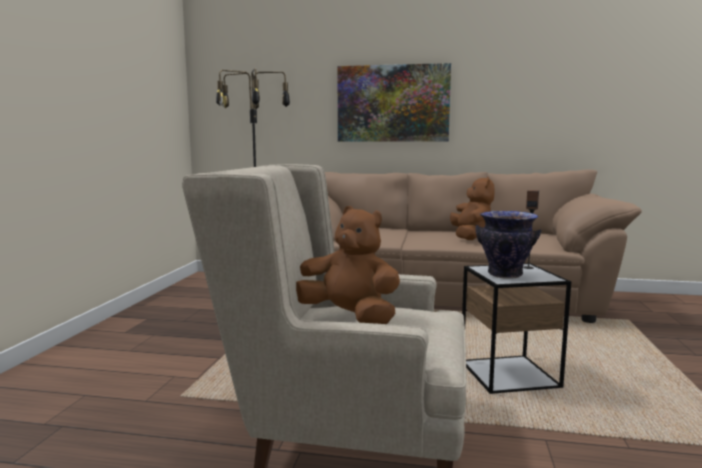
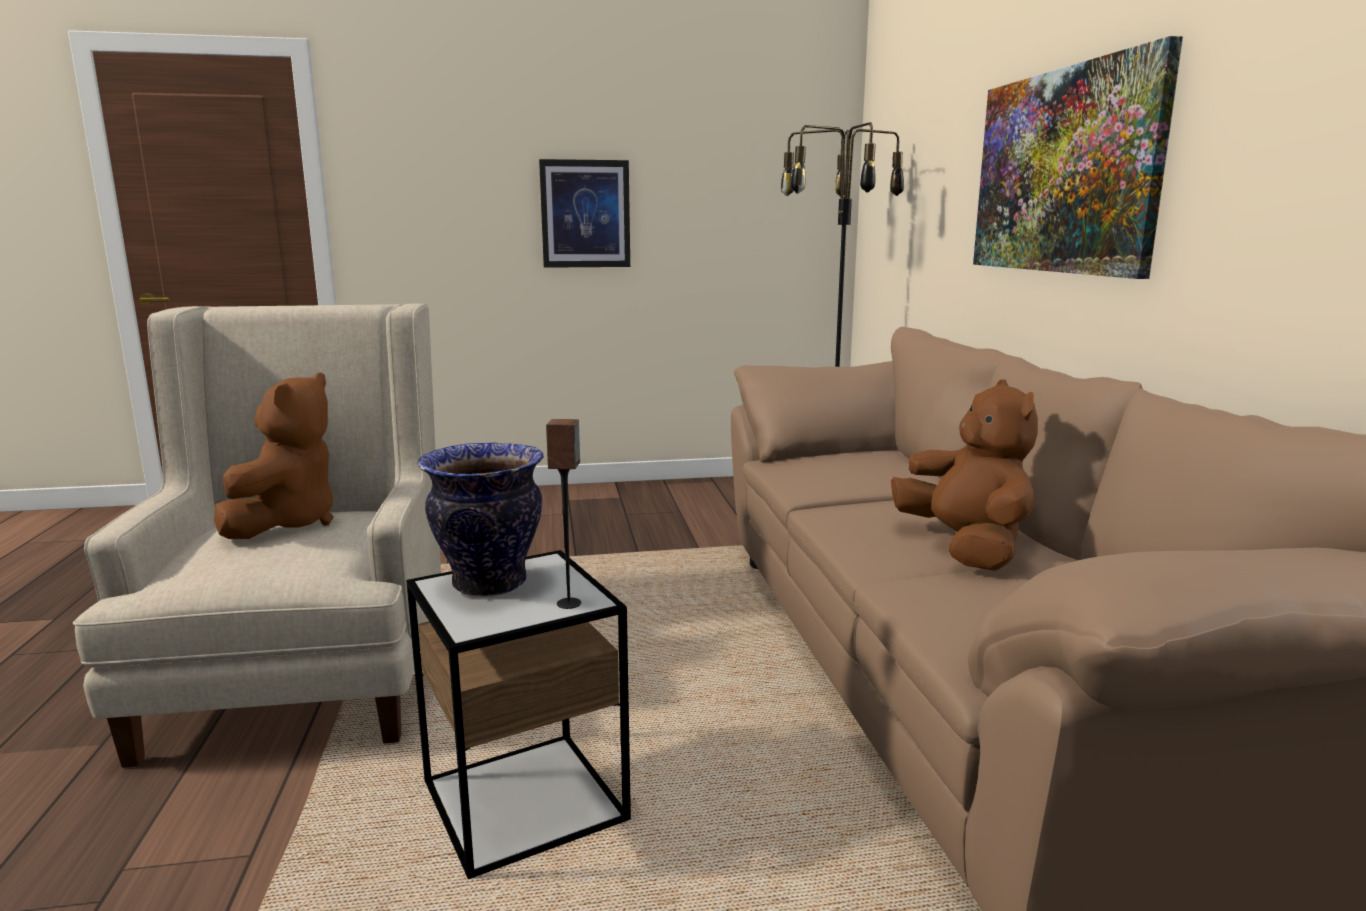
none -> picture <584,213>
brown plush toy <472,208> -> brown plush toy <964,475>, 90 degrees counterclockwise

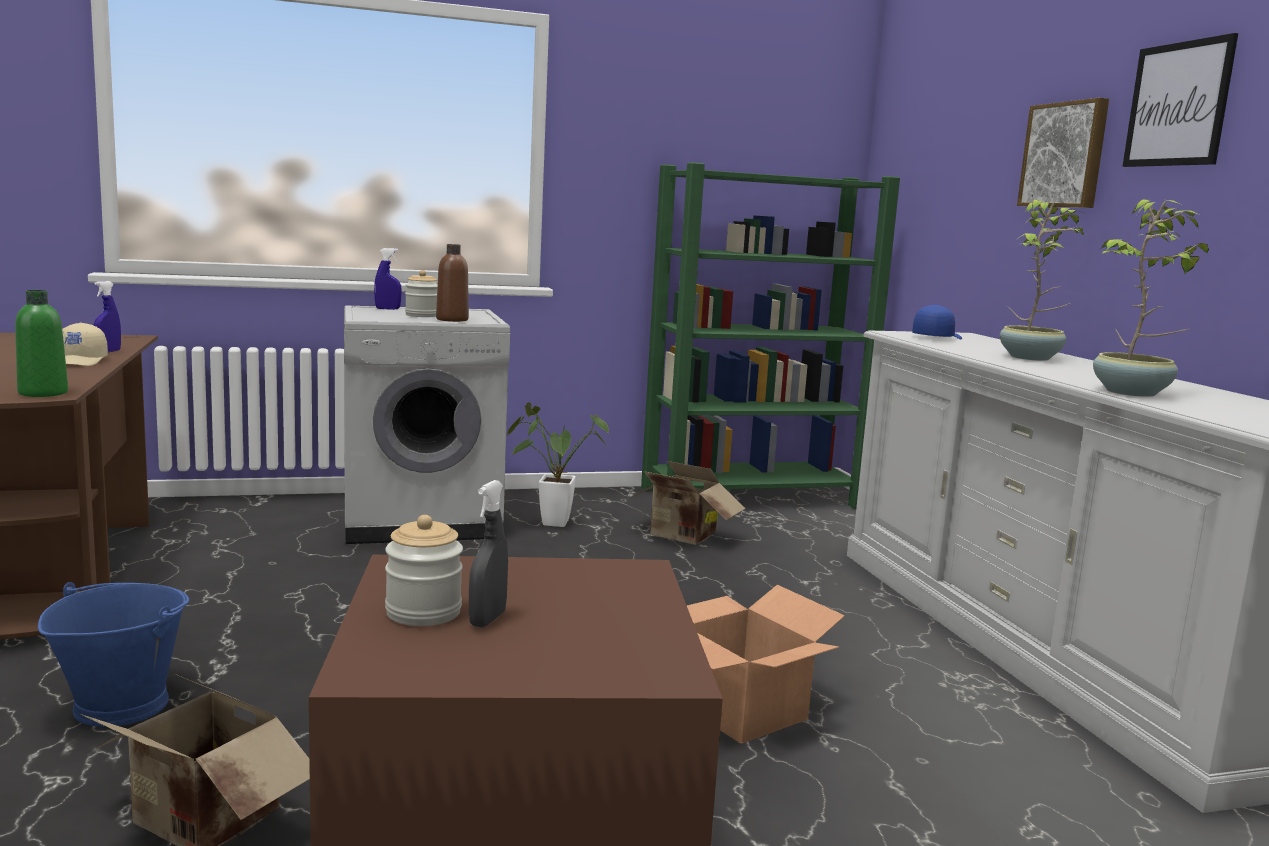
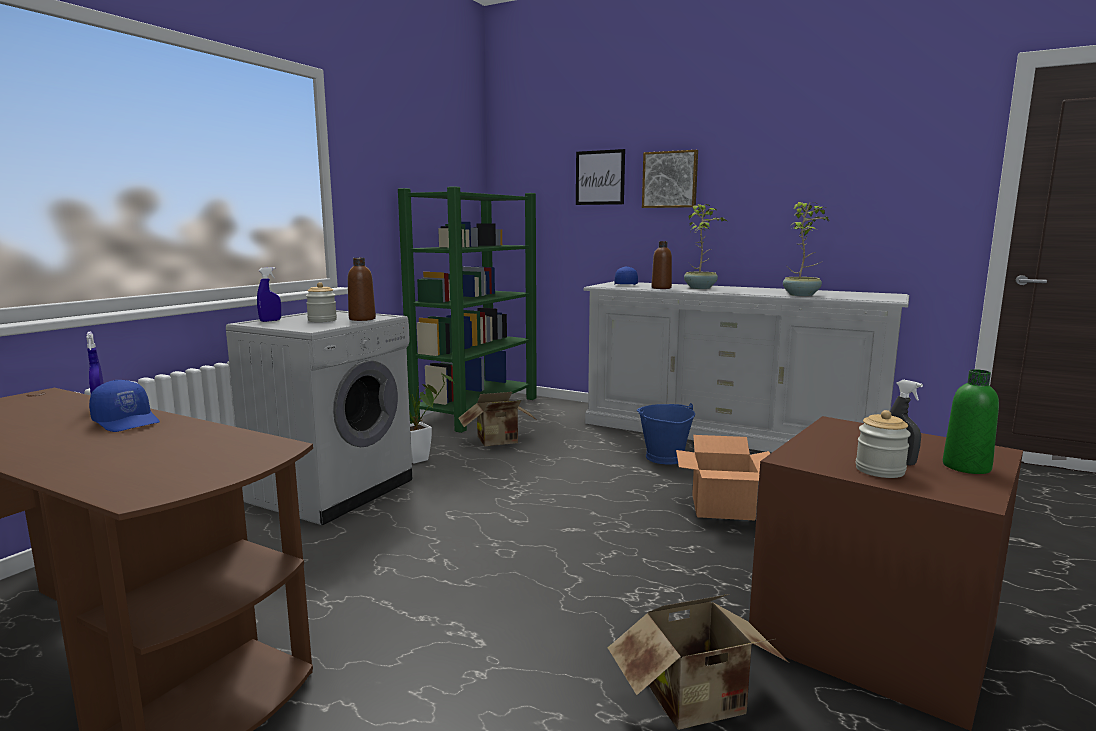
none -> brown bottle <661,265>
green bottle <41,343> -> green bottle <971,421>, relocated
blue bucket <113,654> -> blue bucket <666,433>, relocated
picture <1180,100> -> picture <600,177>, relocated
beige cap <85,344> -> blue cap <124,406>

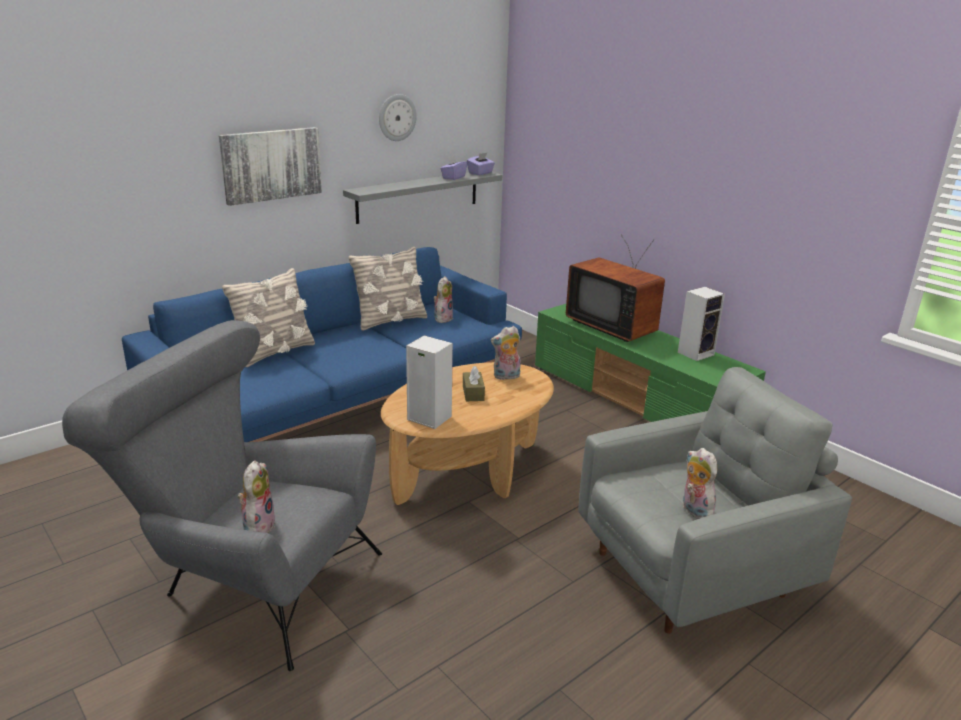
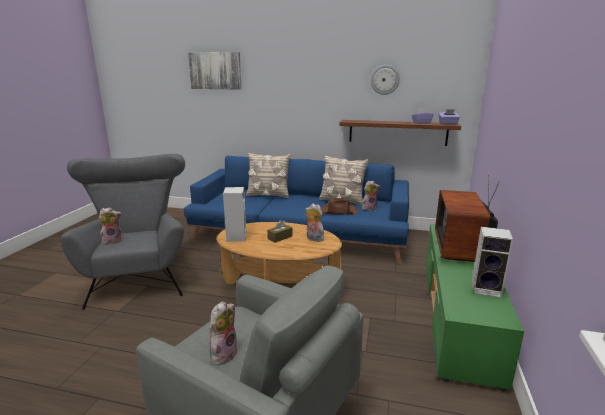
none -> brown hat <339,206>
picture <270,166> -> picture <215,71>, relocated
grey shelf <422,198> -> brown shelf <400,133>

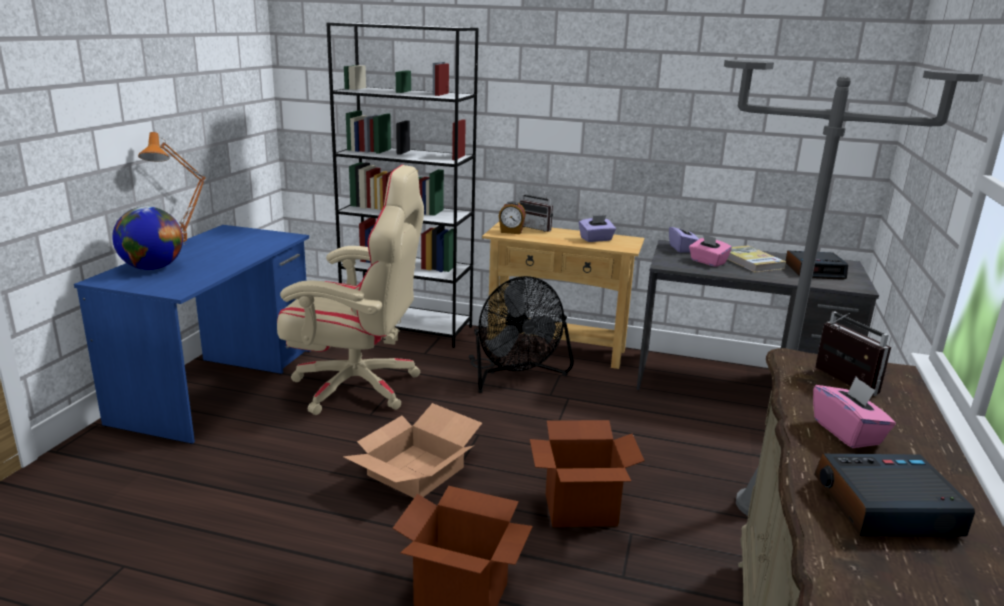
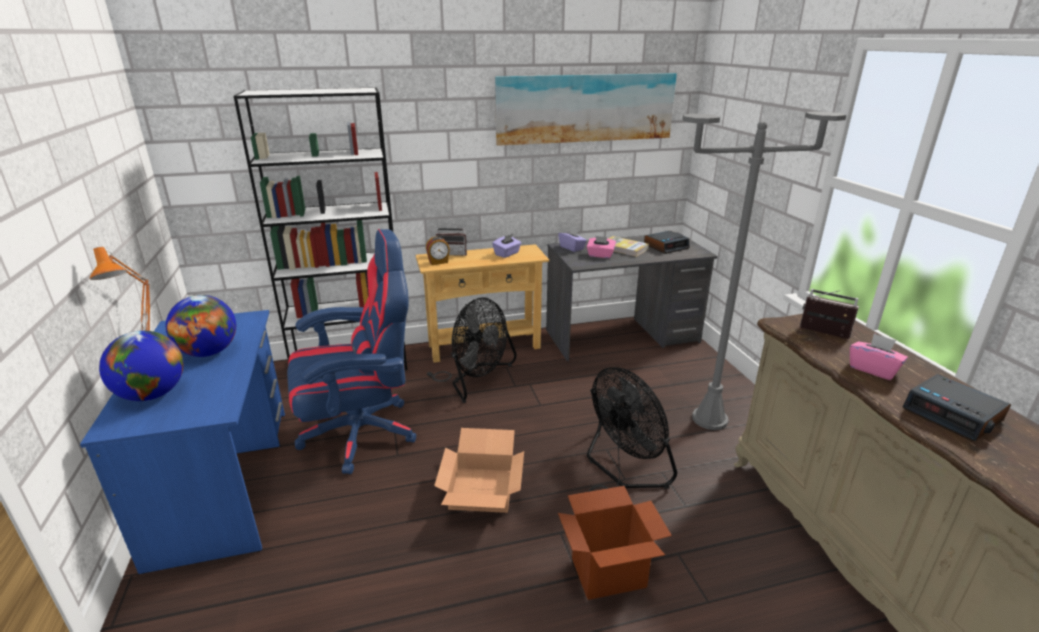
none -> globe <201,326>
none -> picture <586,109>
cardboard box <587,473> -> black fan <632,429>
beige office chair <350,290> -> blue office chair <351,351>
alarm clock <894,495> -> alarm clock <957,407>, 90 degrees counterclockwise

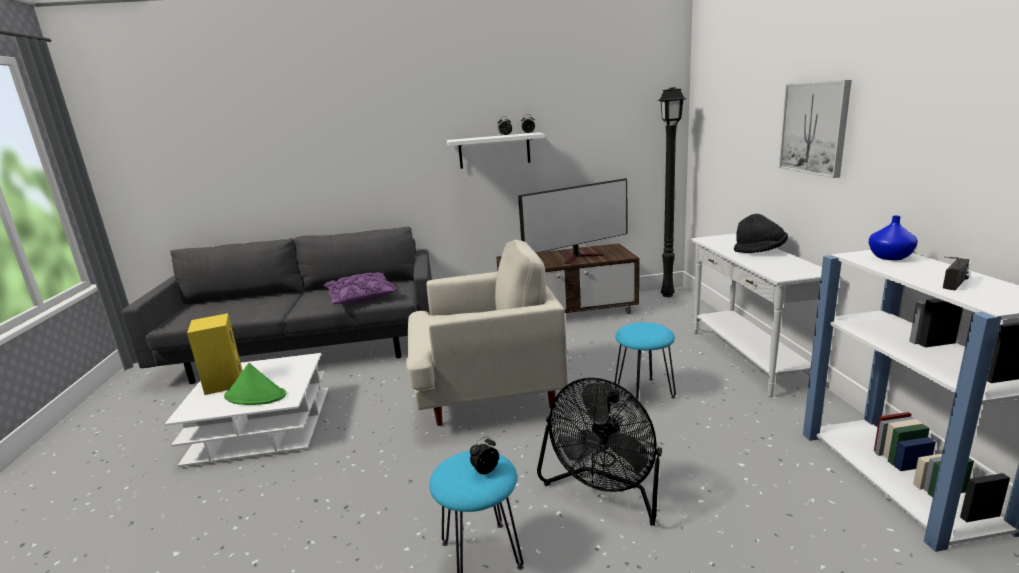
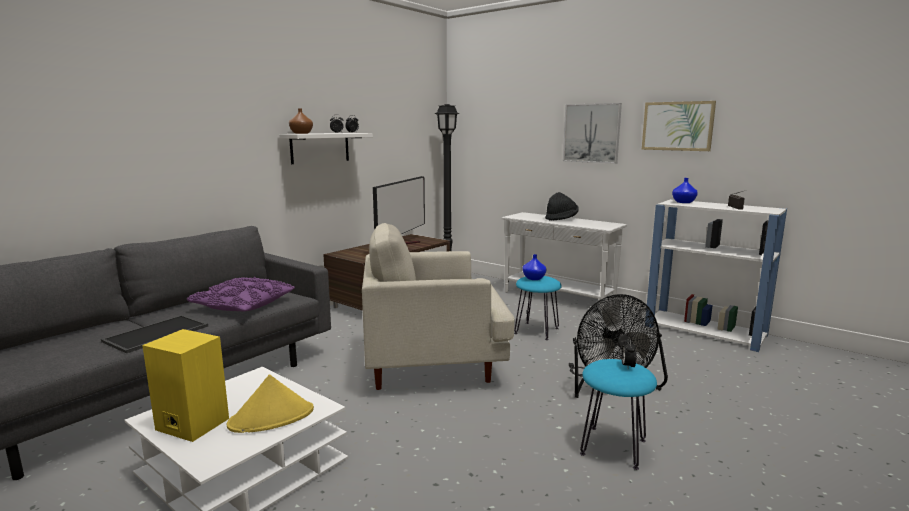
none -> tray <154,334>
none -> brown vase <301,121>
none -> blue vase <534,267>
none -> picture <679,126>
green hat <255,384> -> yellow hat <270,404>
beige armchair <487,333> -> beige armchair <438,306>, 135 degrees counterclockwise

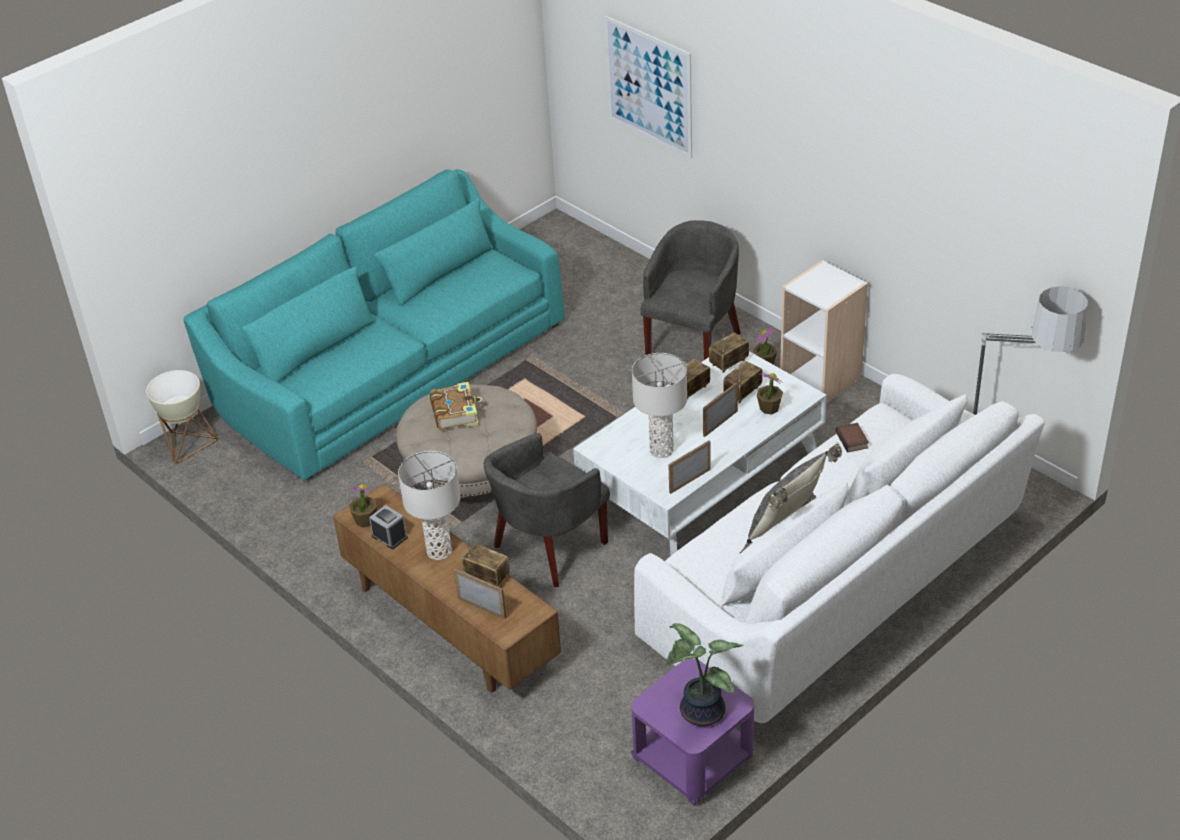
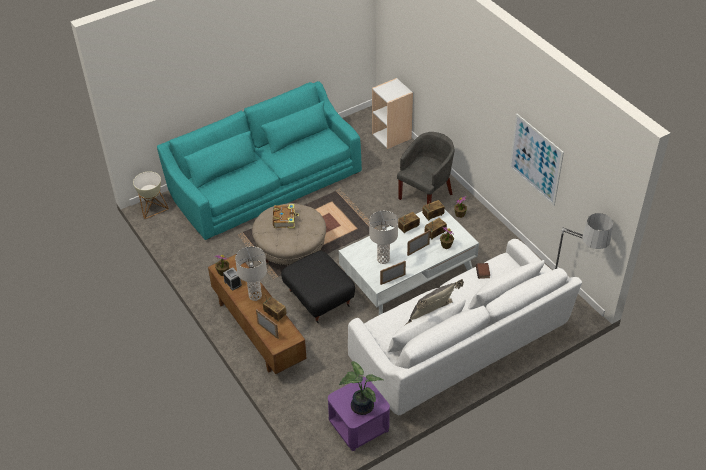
picture <648,87> -> picture <537,160>, relocated
bookcase <824,332> -> bookcase <392,113>, relocated
grey armchair <547,510> -> black ottoman <318,287>

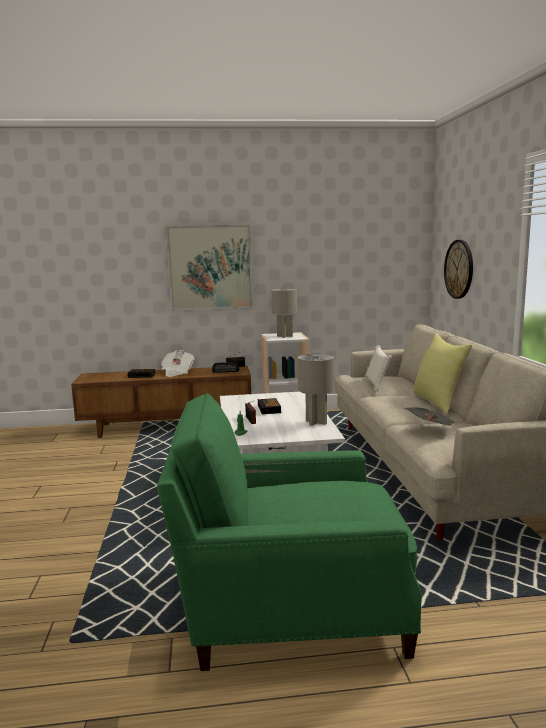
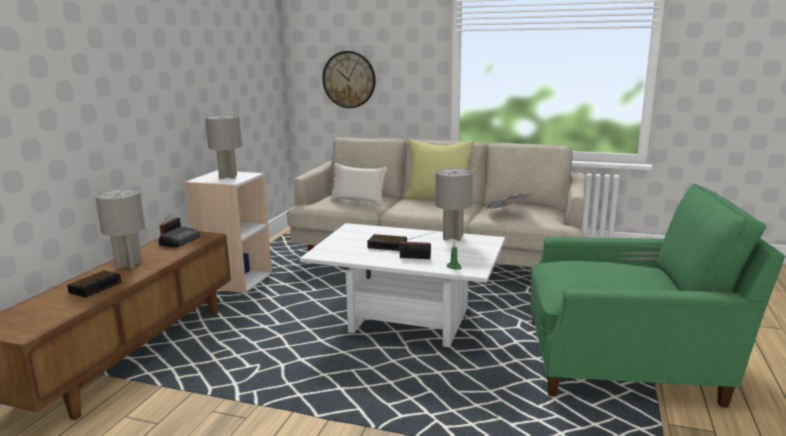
picture <209,267> -> none
newspaper <178,363> -> grey table lamp <120,229>
green armchair <289,532> -> green armchair <657,296>, 105 degrees counterclockwise

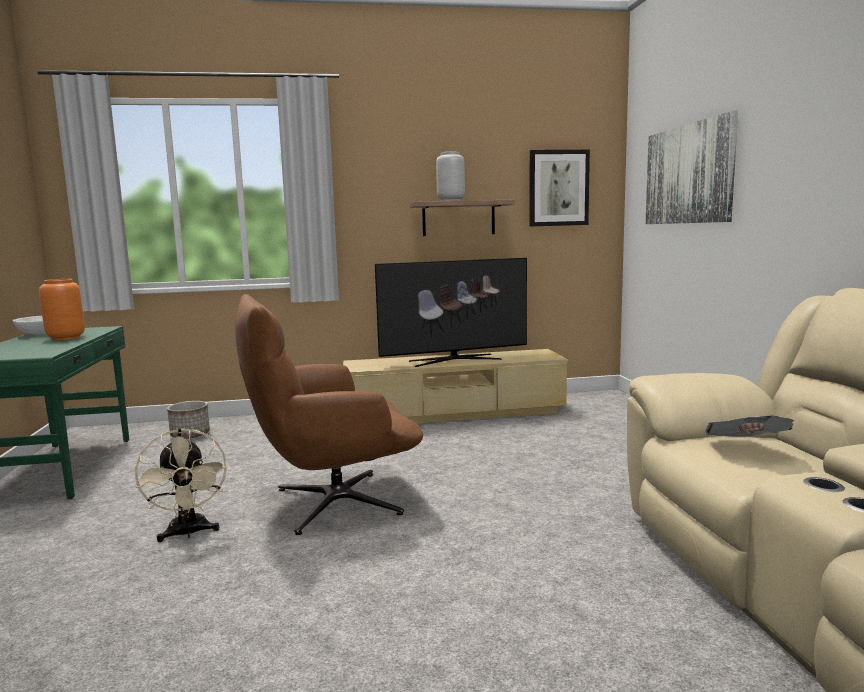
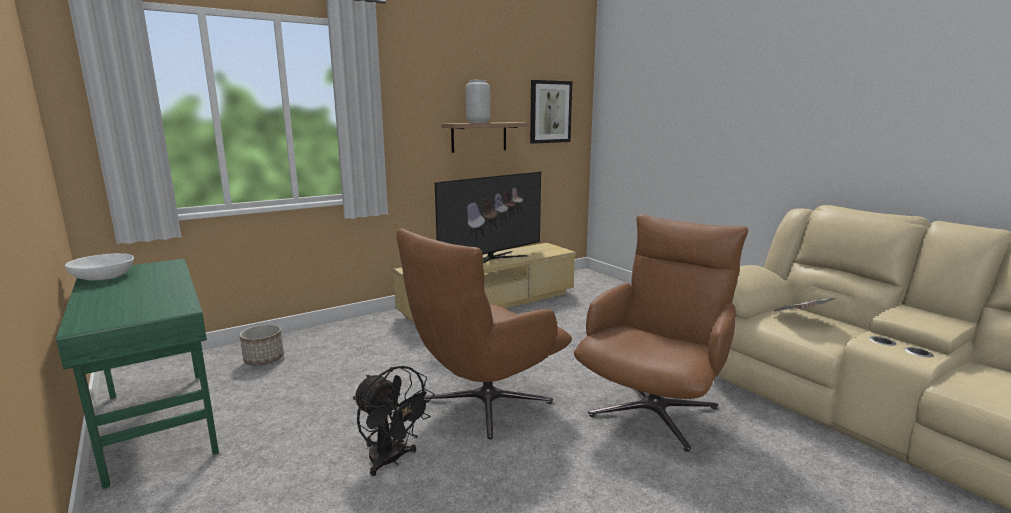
orange vase <62,309> -> none
picture <692,167> -> none
none -> brown armchair <661,333>
beige fan <181,485> -> black fan <393,421>

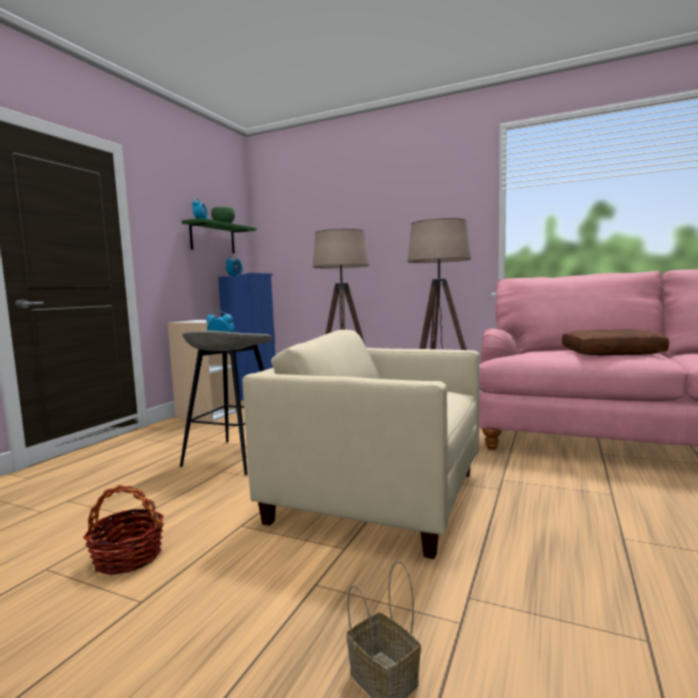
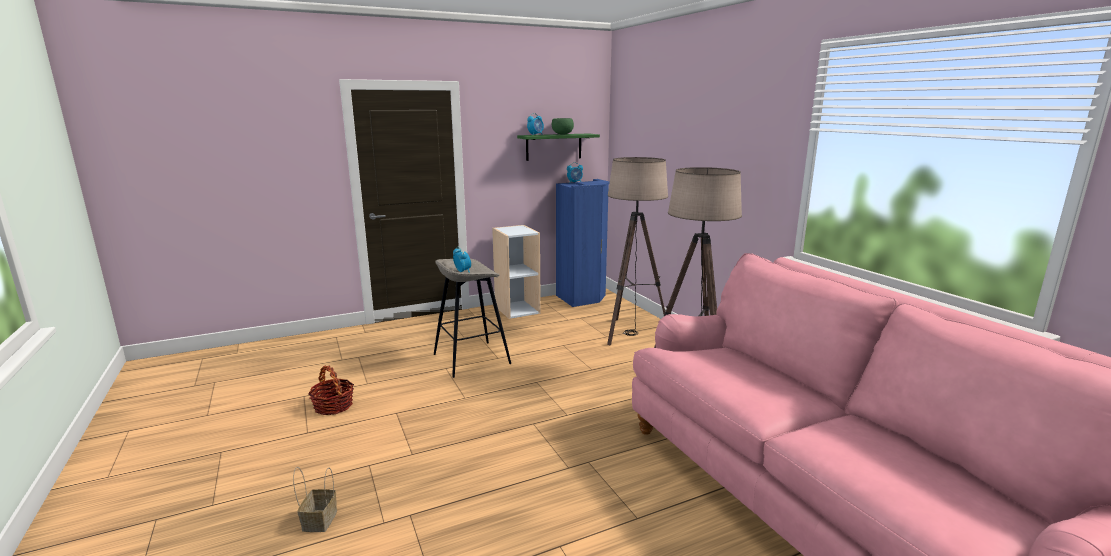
beige armchair <361,444> -> none
brown pillow <615,342> -> none

